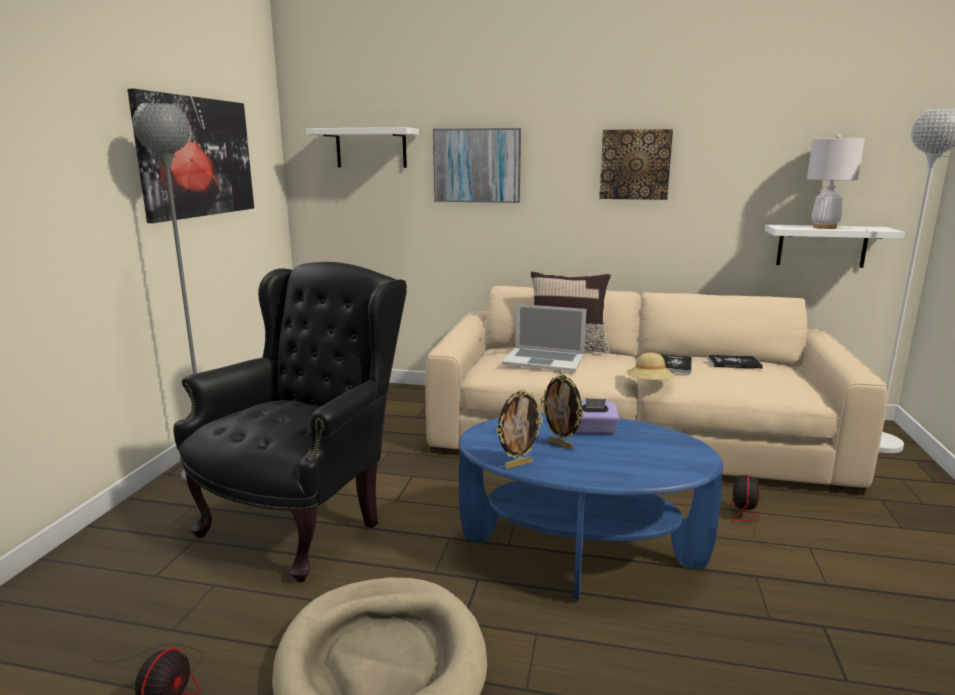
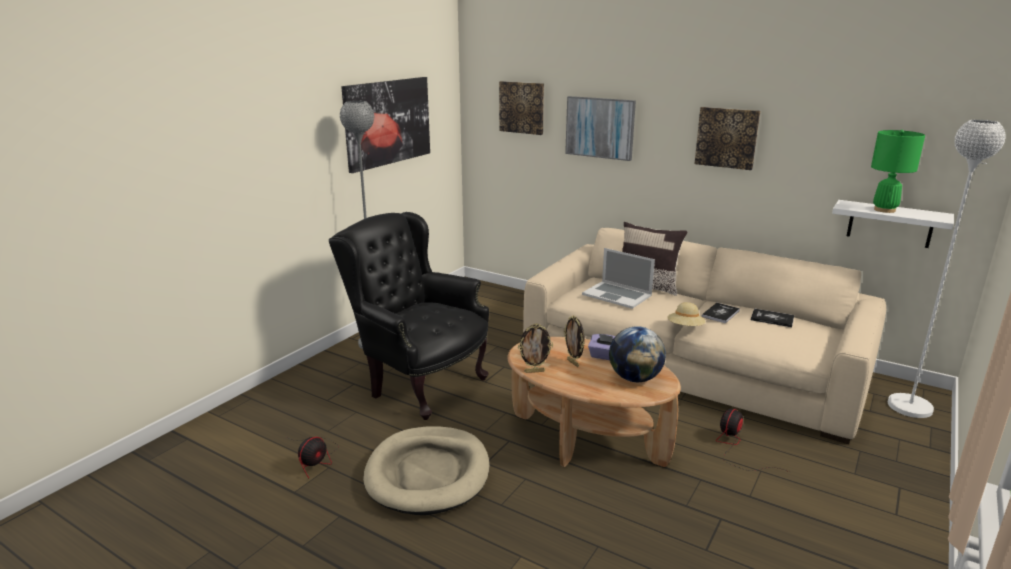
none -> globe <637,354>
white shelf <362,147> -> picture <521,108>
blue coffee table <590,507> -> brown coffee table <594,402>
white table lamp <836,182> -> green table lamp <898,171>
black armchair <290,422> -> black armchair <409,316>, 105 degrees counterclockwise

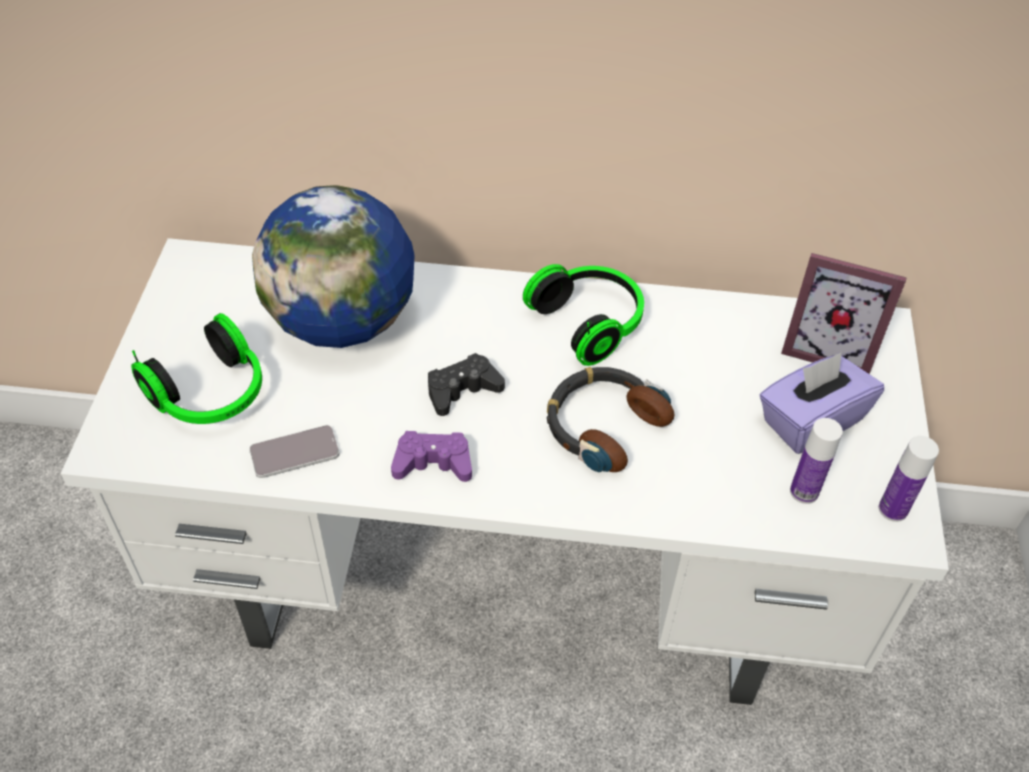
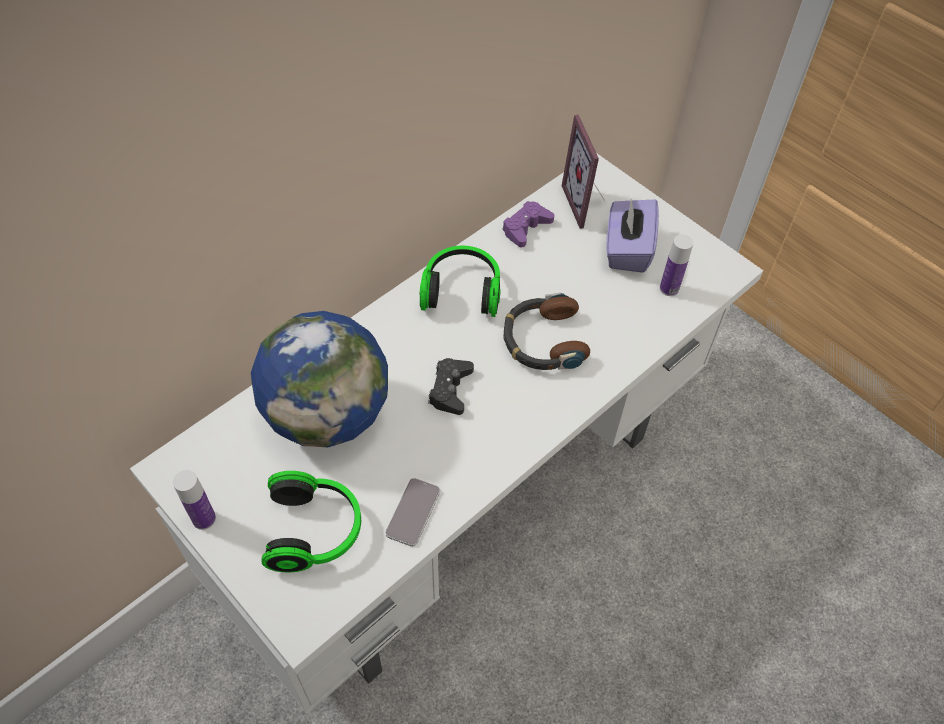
purple game controller <431,456> -> purple game controller <528,224>, relocated
bottle <909,479> -> bottle <194,500>, relocated
picture frame <843,313> -> picture frame <584,172>, 105 degrees clockwise

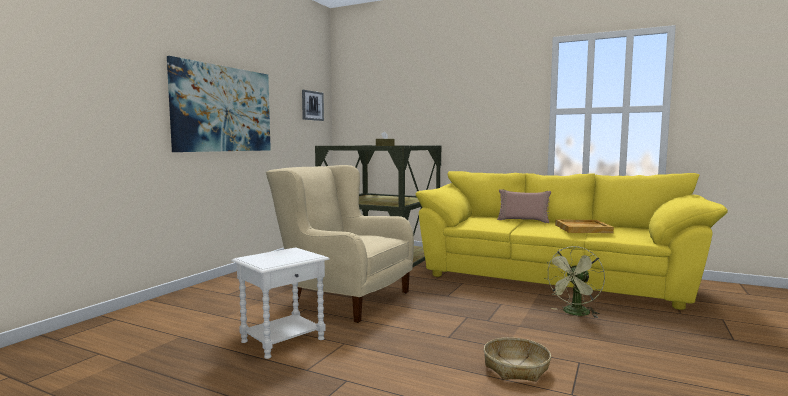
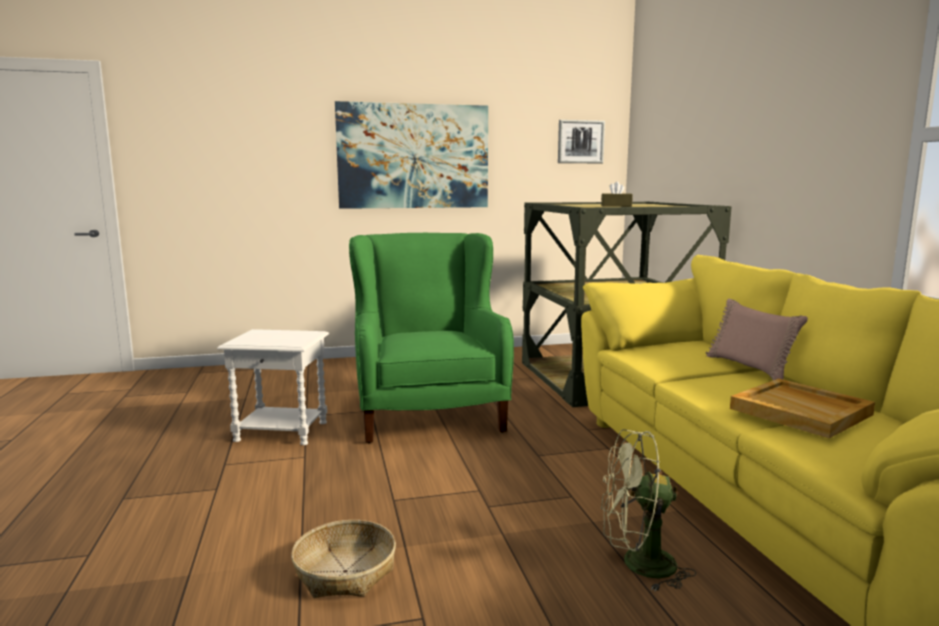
beige armchair <340,244> -> green armchair <431,338>

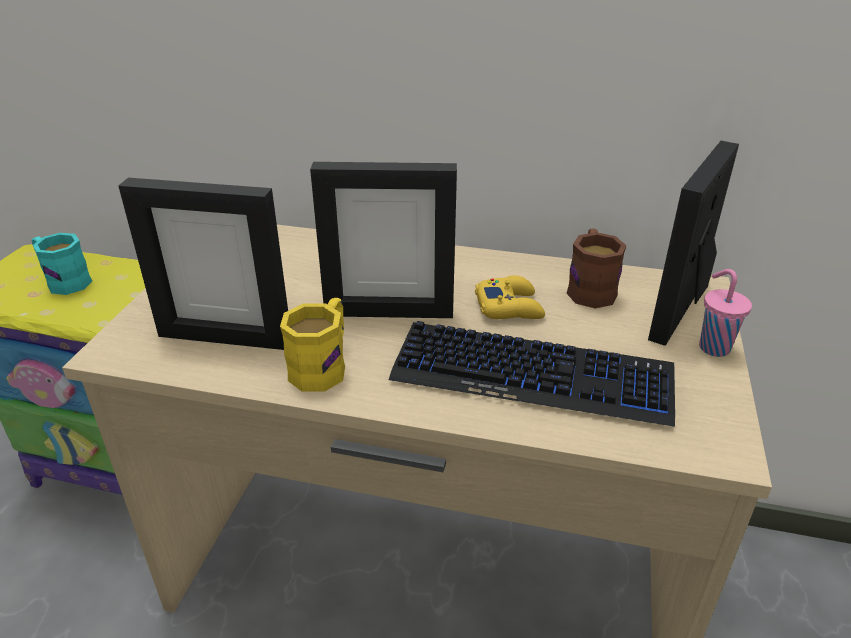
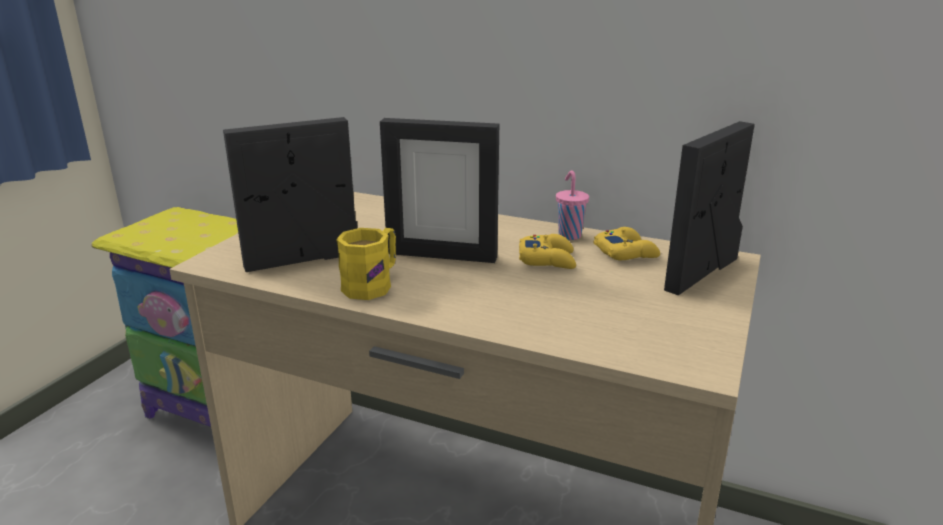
turquoise mug <62,264> -> none
keyboard <532,374> -> none
pink cup <725,313> -> pink cup <572,205>, relocated
brown mug <596,268> -> yellow game controller <626,243>
picture frame <203,264> -> picture frame <290,194>, 135 degrees clockwise

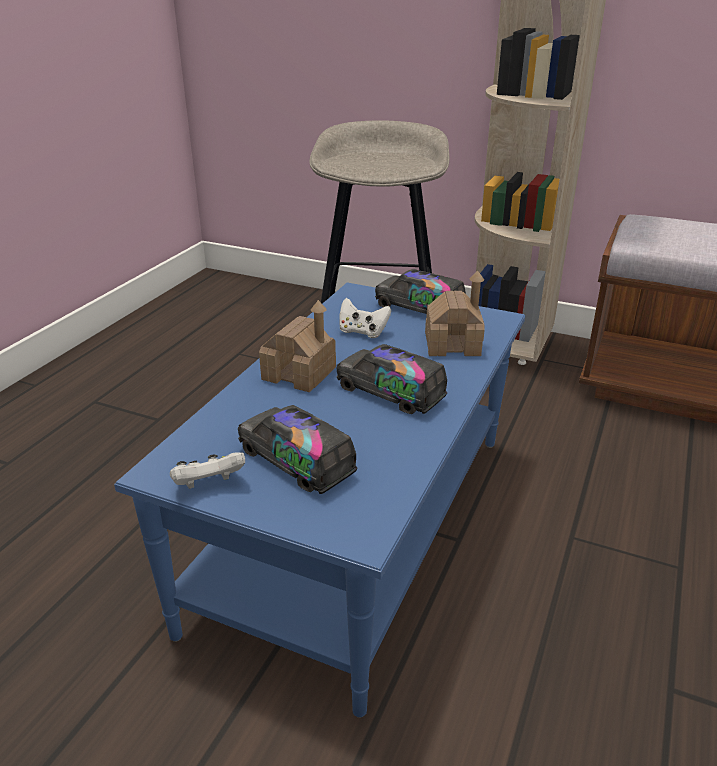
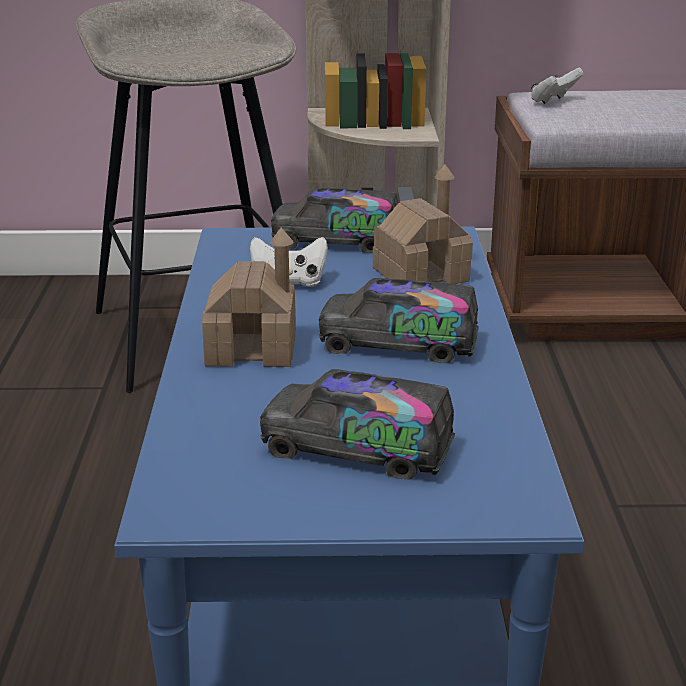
white game controller <207,470> -> white game controller <557,86>, relocated

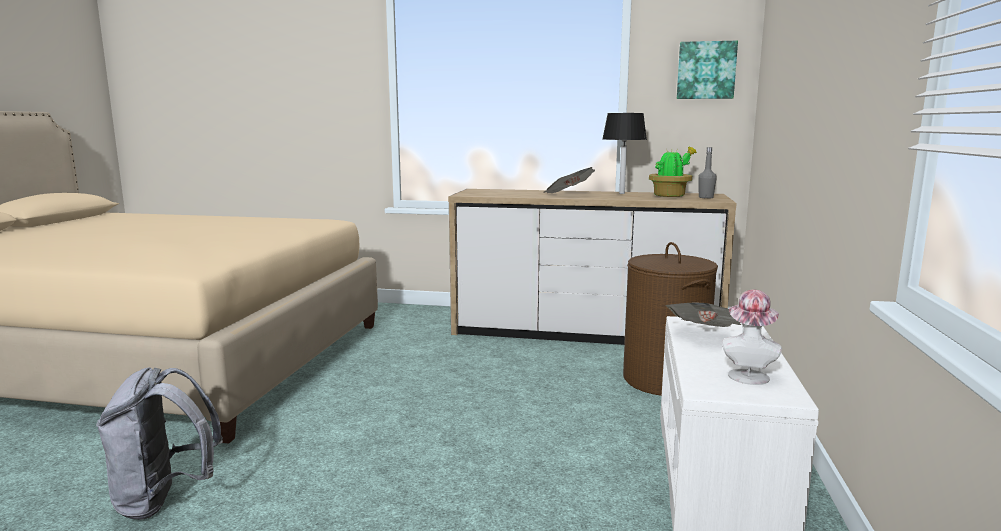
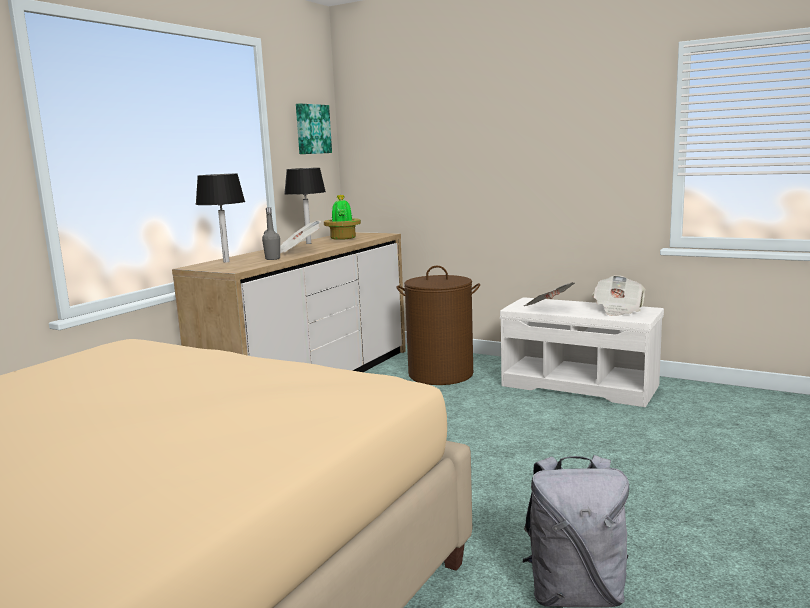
none -> black table lamp <220,218>
grey bottle <707,173> -> grey bottle <271,233>, relocated
hat <752,337> -> newspaper <619,295>

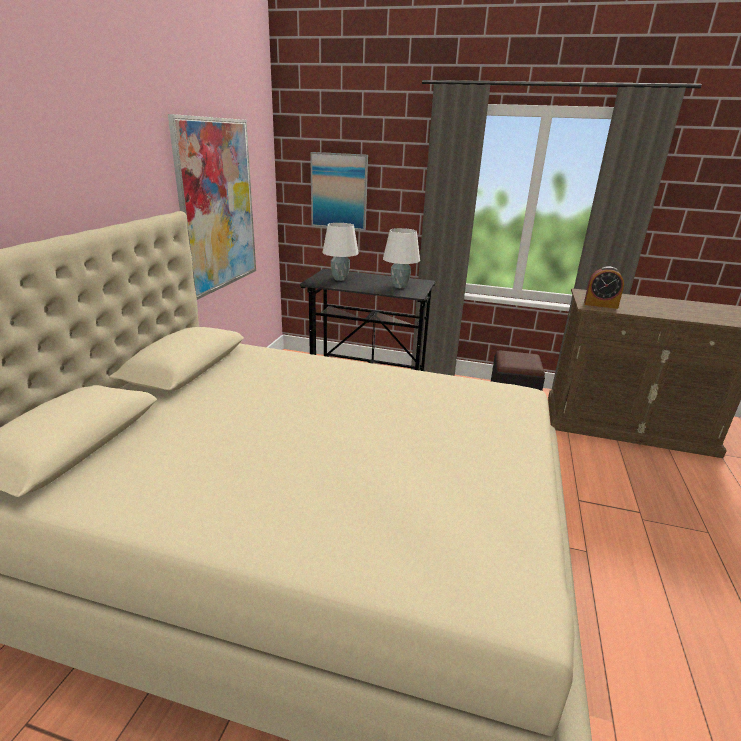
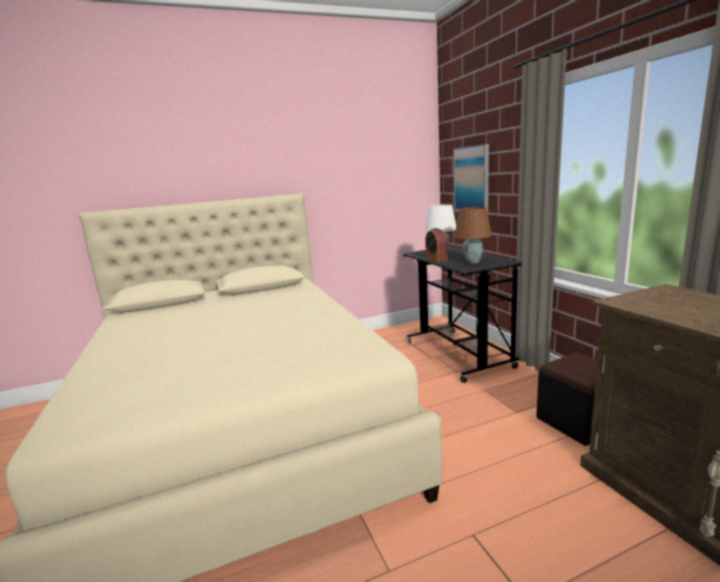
picture <212,207> -> none
alarm clock <604,287> -> alarm clock <436,245>, relocated
white table lamp <401,258> -> brown table lamp <473,235>

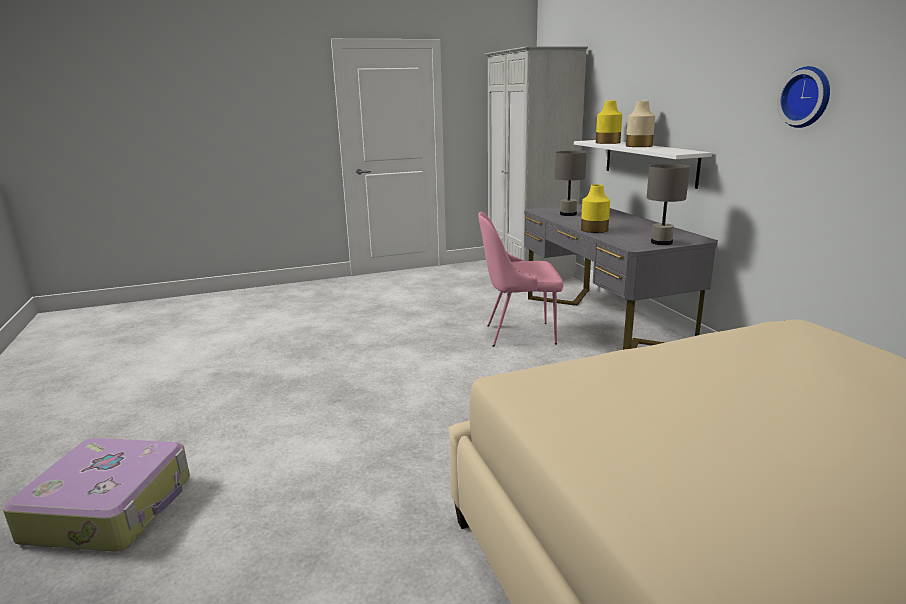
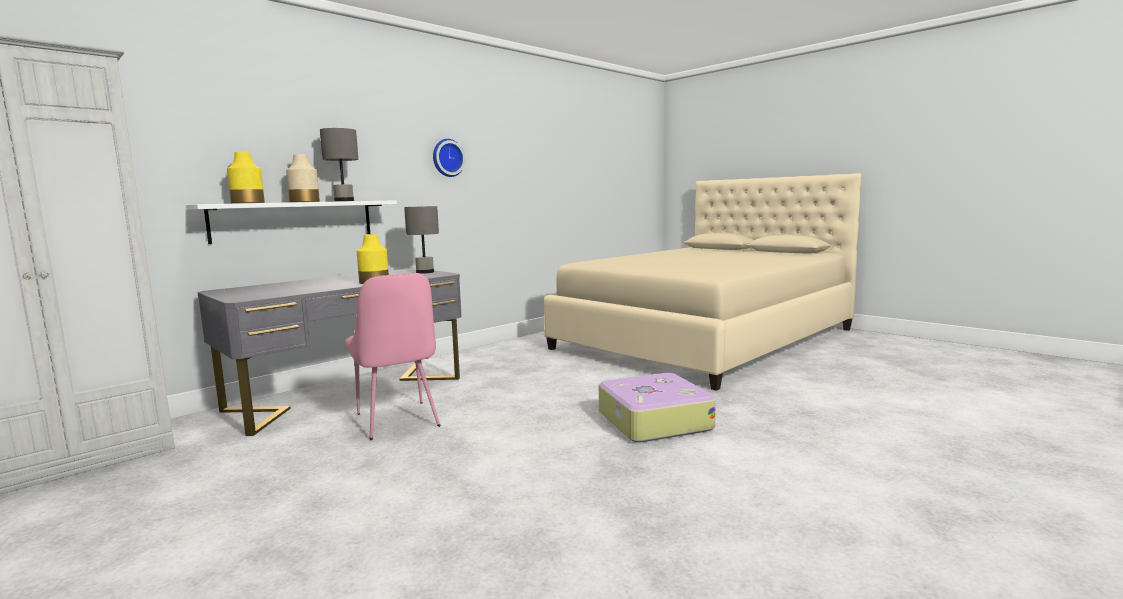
suitcase <96,494> -> suitcase <657,408>, relocated
grey table lamp <571,183> -> grey table lamp <339,164>, relocated

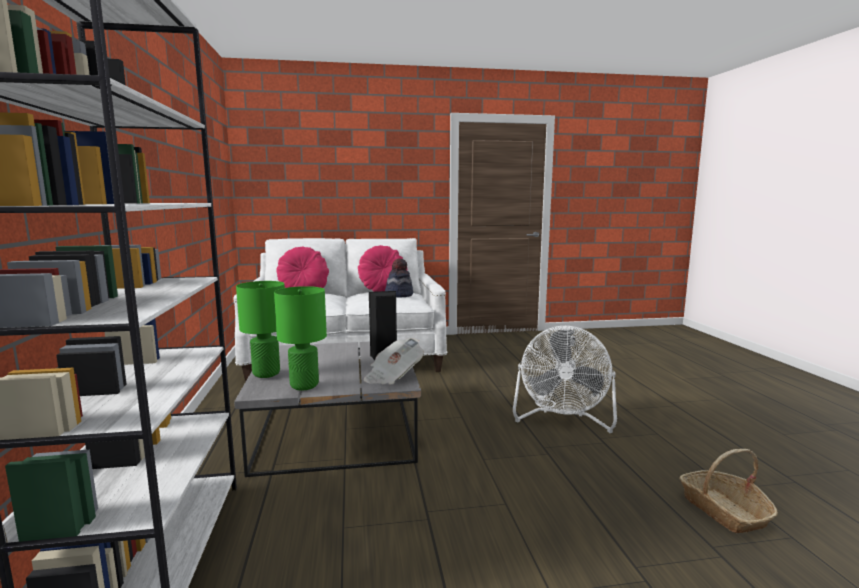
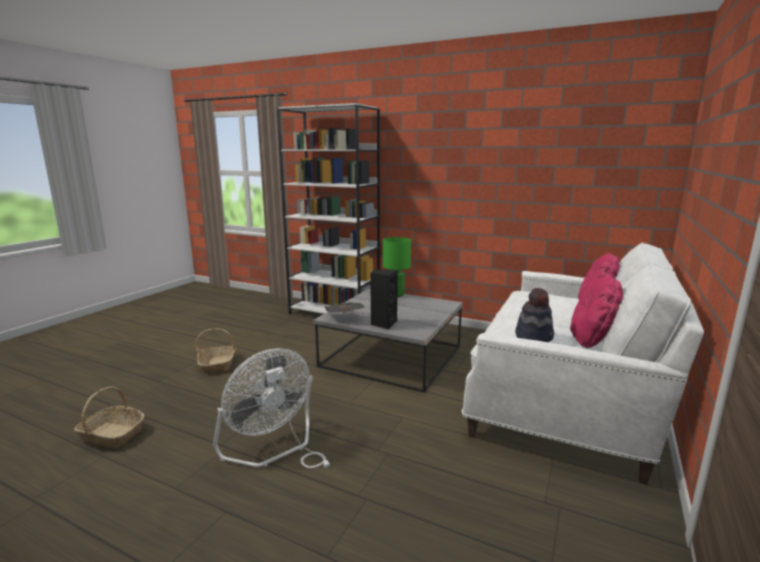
green table lamp <300,338> -> none
none -> basket <216,350>

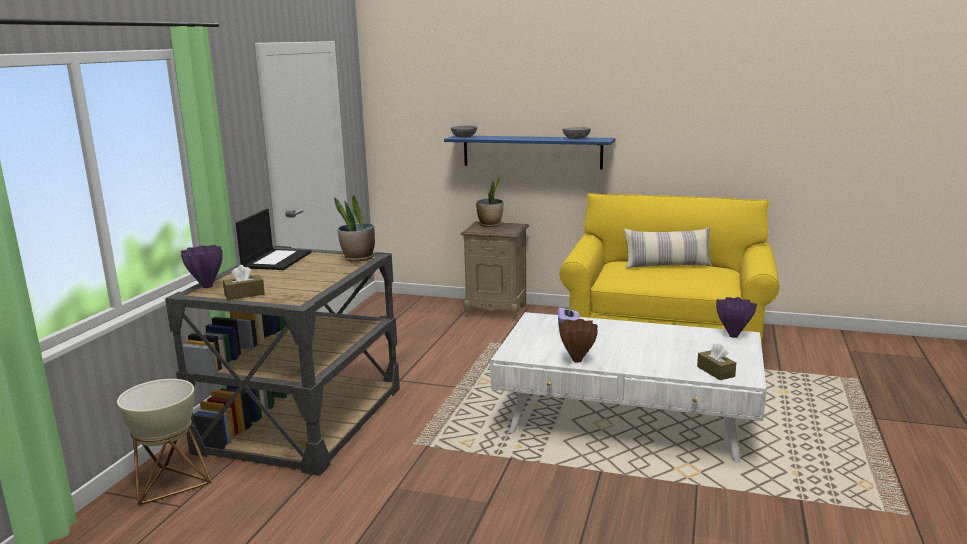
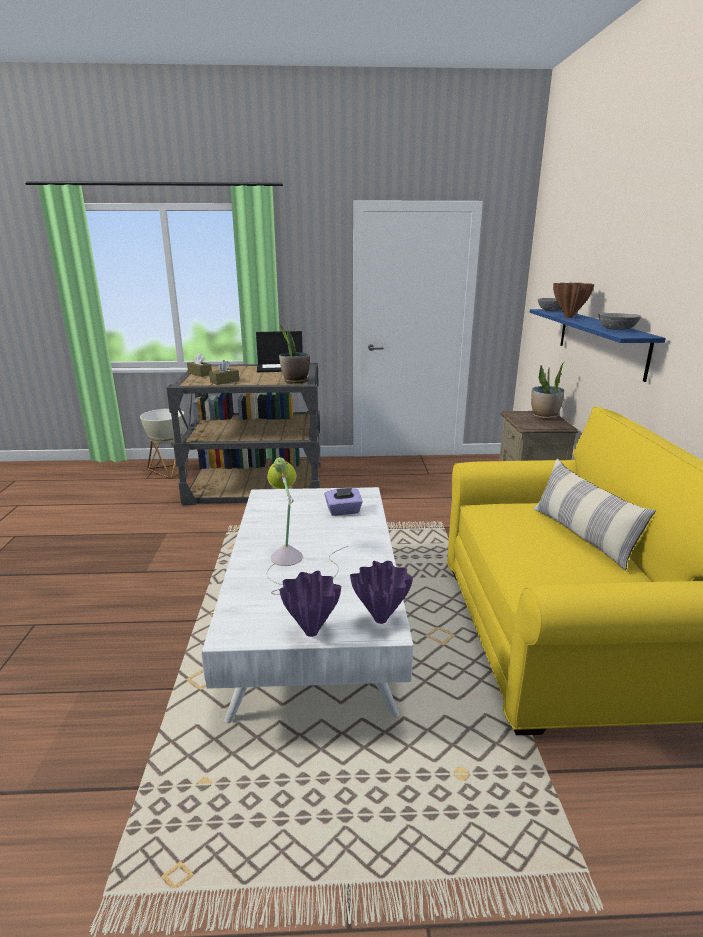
none -> table lamp <307,526>
purple vase <202,266> -> purple vase <310,604>, relocated
brown vase <578,341> -> brown vase <574,300>, relocated
brown tissue box <716,361> -> brown tissue box <224,372>, relocated

